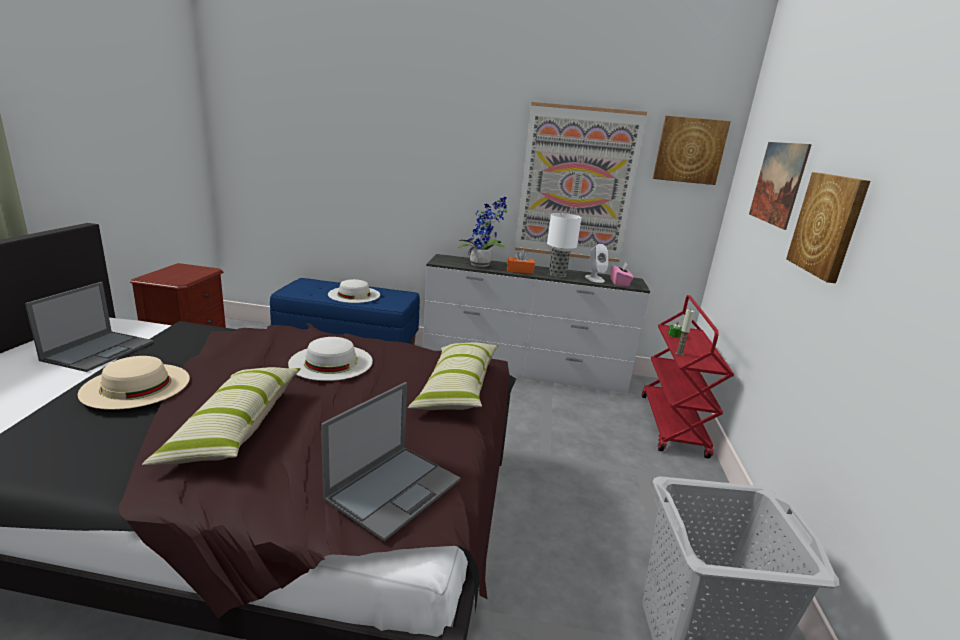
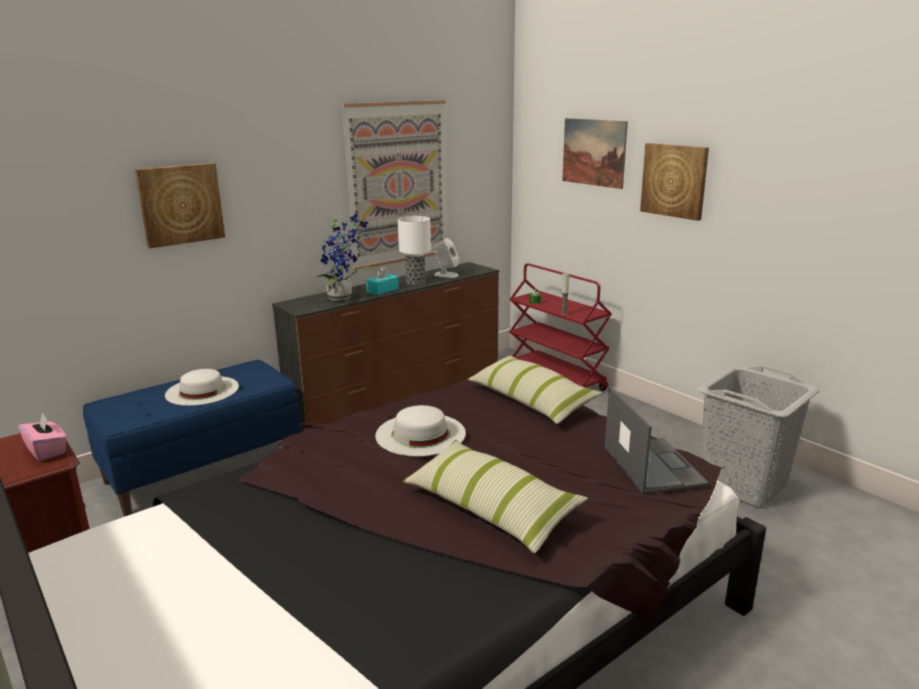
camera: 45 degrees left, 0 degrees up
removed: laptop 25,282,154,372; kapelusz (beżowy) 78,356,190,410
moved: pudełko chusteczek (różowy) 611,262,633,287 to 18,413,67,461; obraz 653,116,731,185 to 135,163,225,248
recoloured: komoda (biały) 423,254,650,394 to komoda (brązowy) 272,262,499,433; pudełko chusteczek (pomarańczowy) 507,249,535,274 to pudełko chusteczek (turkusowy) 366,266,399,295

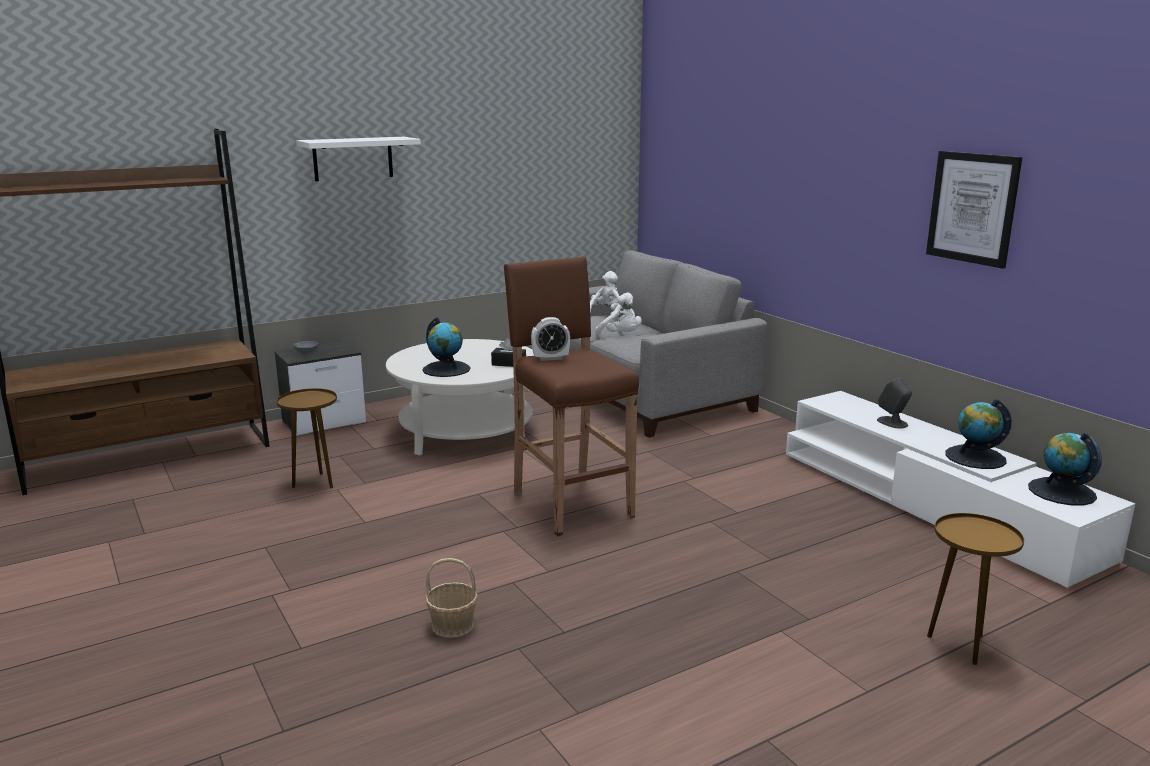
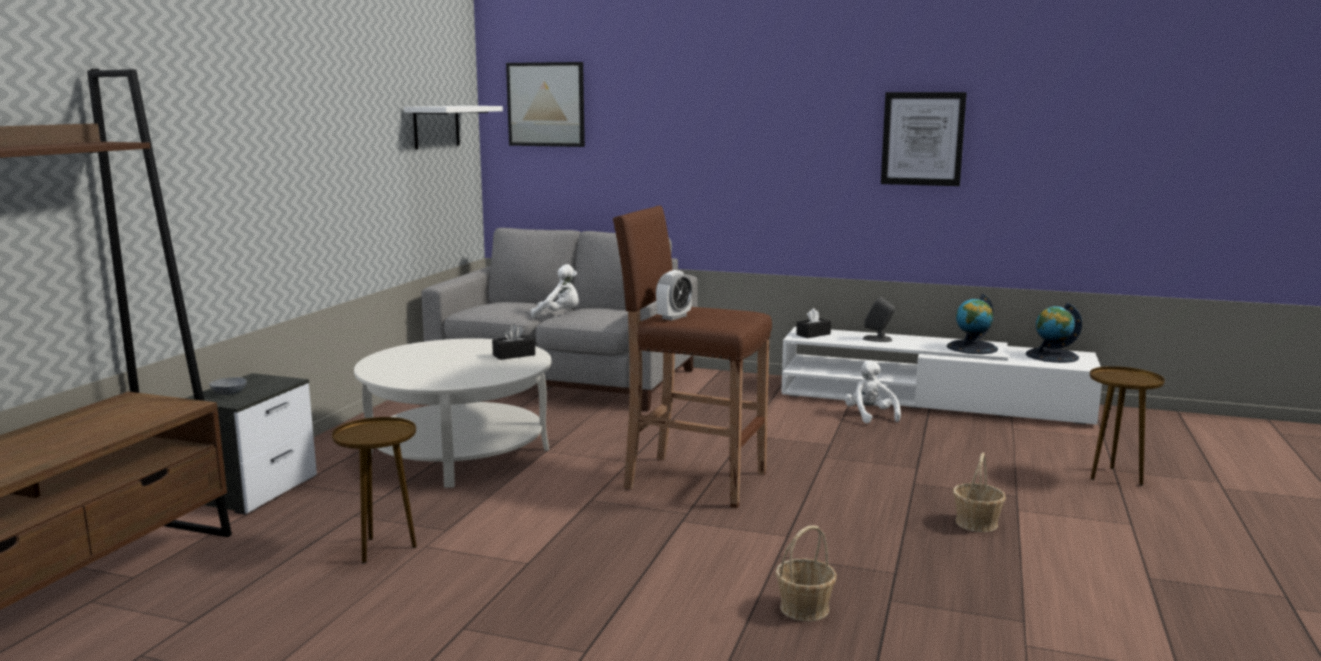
camera: 40 degrees left, 5 degrees down
removed: globus 423,317,470,377
added: obraz 506,62,585,147; pudełko chusteczek (czarny) 796,308,831,338; koszyk 953,453,1006,532
moved: półka (biały) 296,137,421,181 to 404,106,503,149; pluszak (biały) 590,271,621,320 to 844,360,901,424

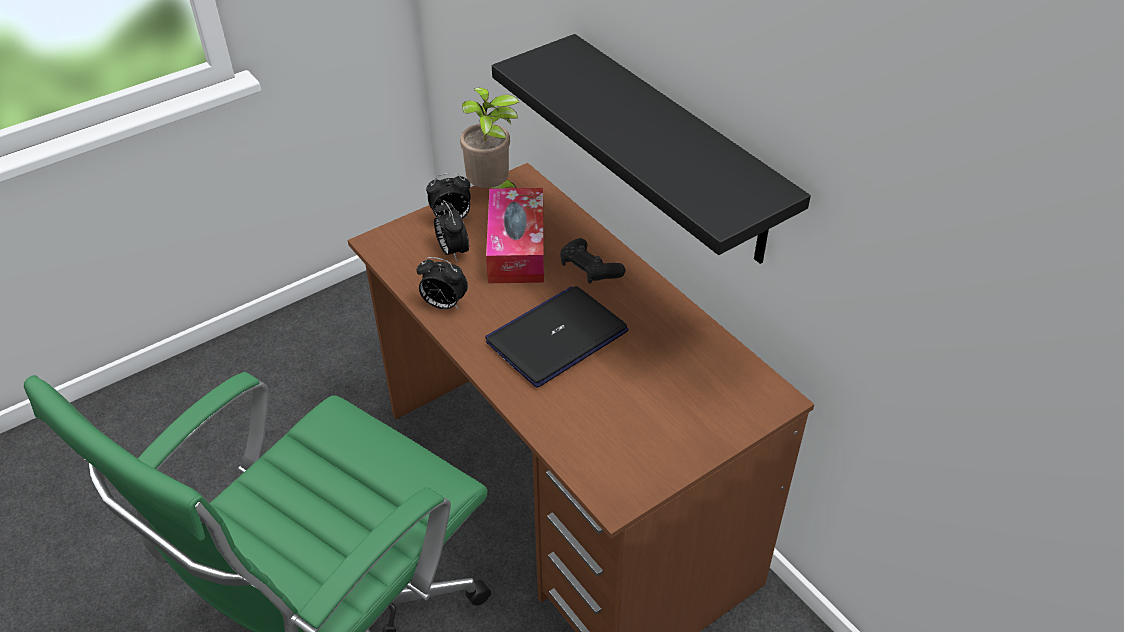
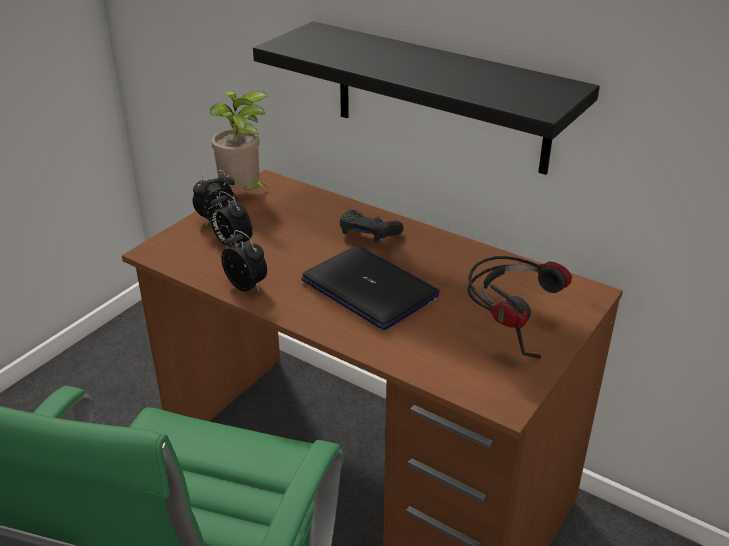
camera: 20 degrees left, 10 degrees down
removed: pudełko chusteczek 486,188,544,283
added: słuchawki 467,256,572,359
turned: budzik 417,257,468,310 = 221,230,267,292 135 degrees counterclockwise; laptop 485,286,628,388 = 301,246,440,330 105 degrees clockwise

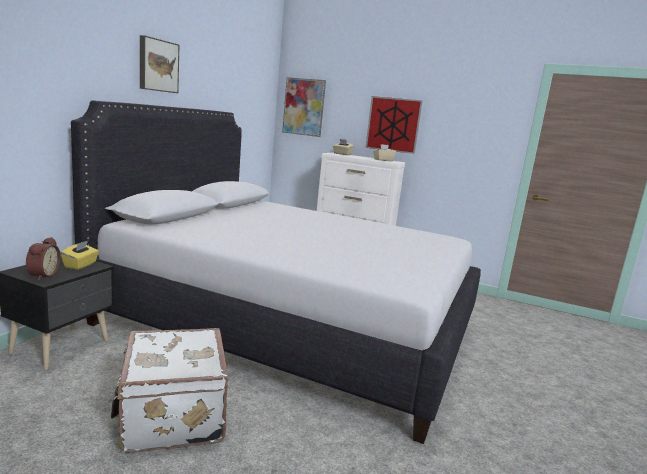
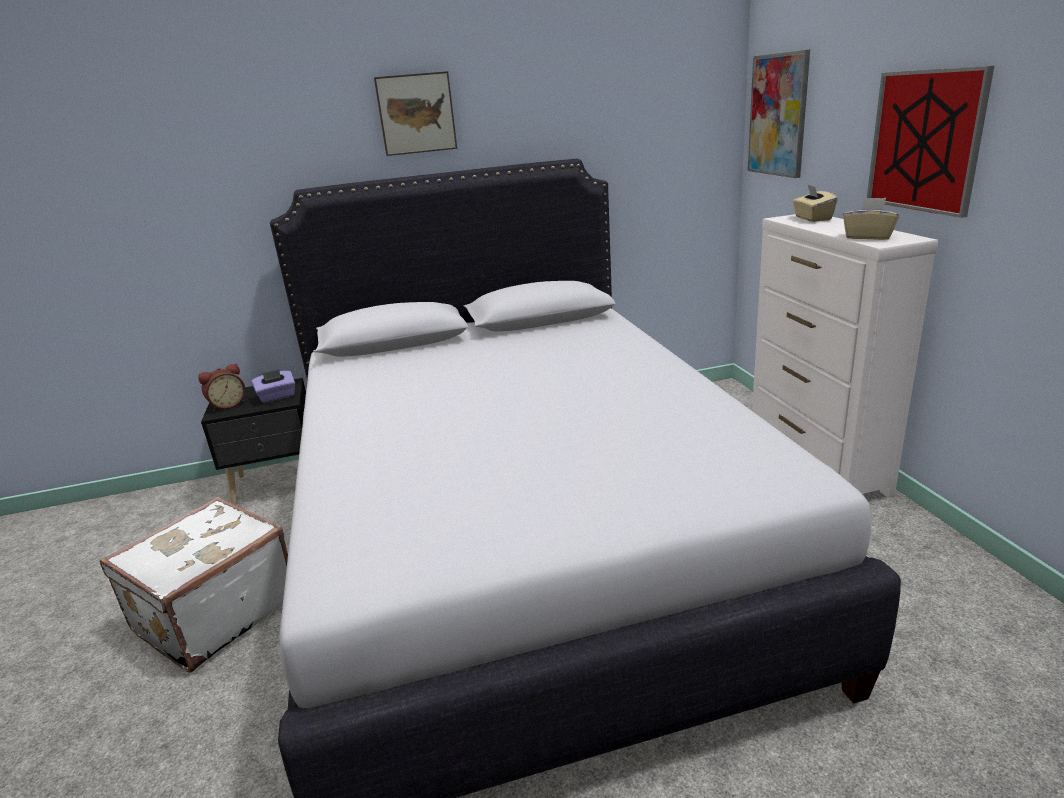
camera: 55 degrees right, 10 degrees up
recoloured: pudełko chusteczek (żółty) 60,241,99,270 to pudełko chusteczek (fioletowy) 251,369,295,403

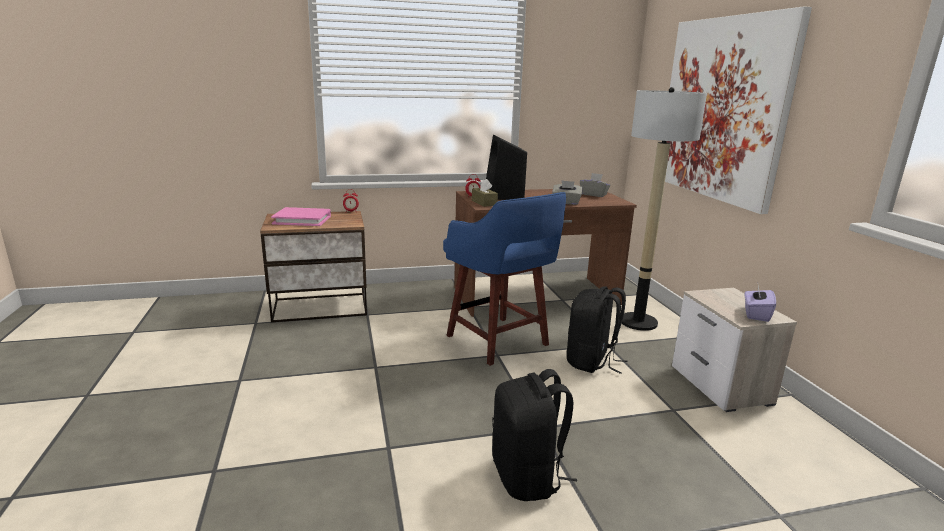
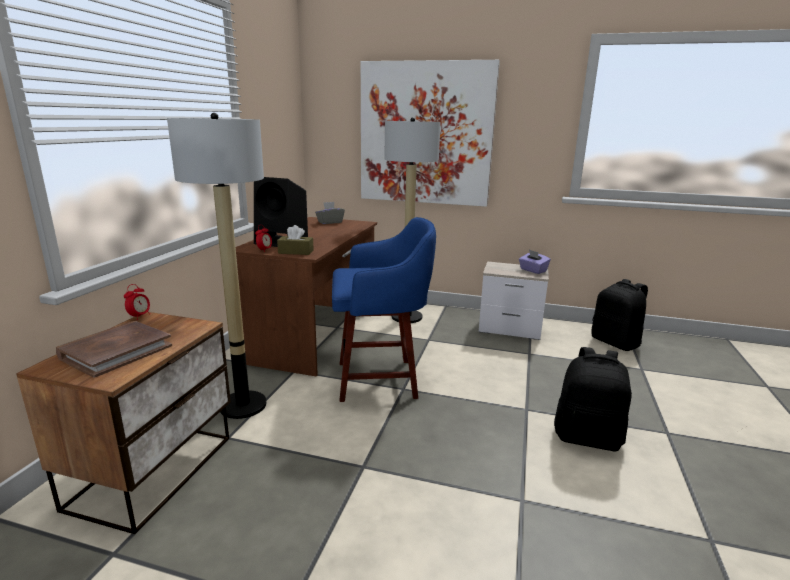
camera: 60 degrees left, 0 degrees up
removed: pudełko chusteczek (szary) 552,180,583,205
added: lampa stojąca 167,113,266,419
moved: plecak (czarny) 567,287,627,374 to 591,279,648,351
recoloured: książka (różowy) 271,207,331,226 to książka (brązowy) 56,321,172,378

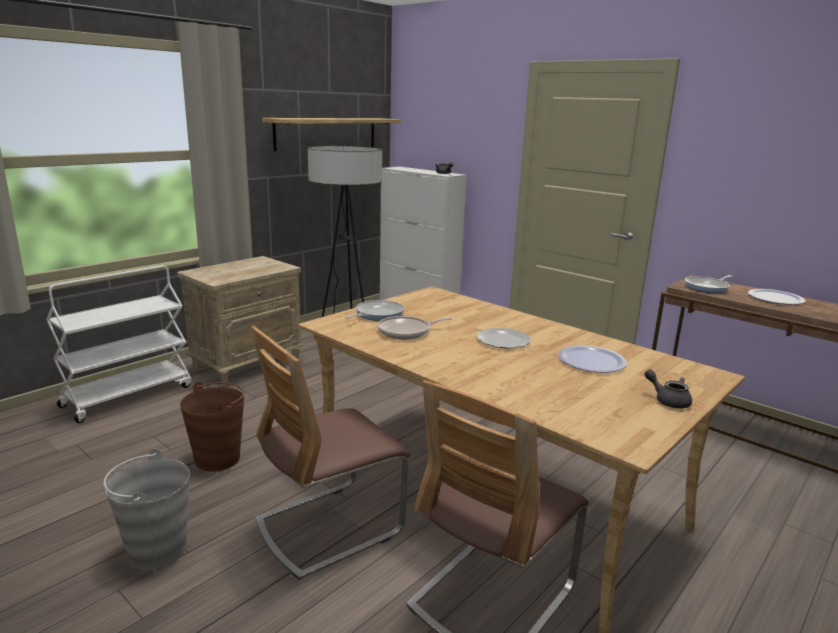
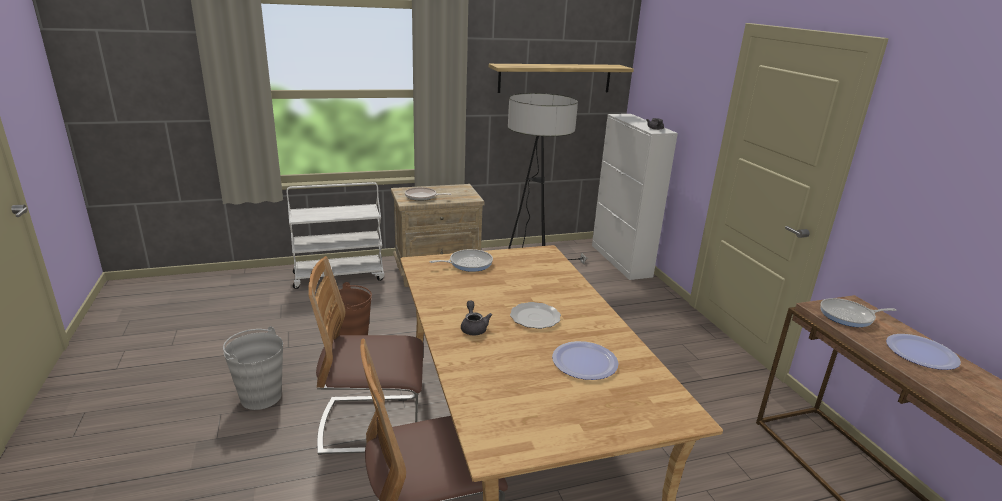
camera: 30 degrees right, 5 degrees up
moved: patelnia 377,316,452,339 to 405,187,452,201; imbryk (szary) 645,369,692,408 to 461,300,492,335

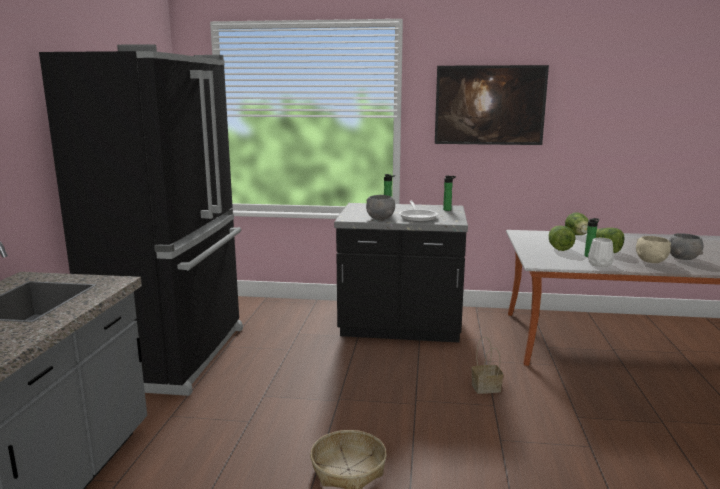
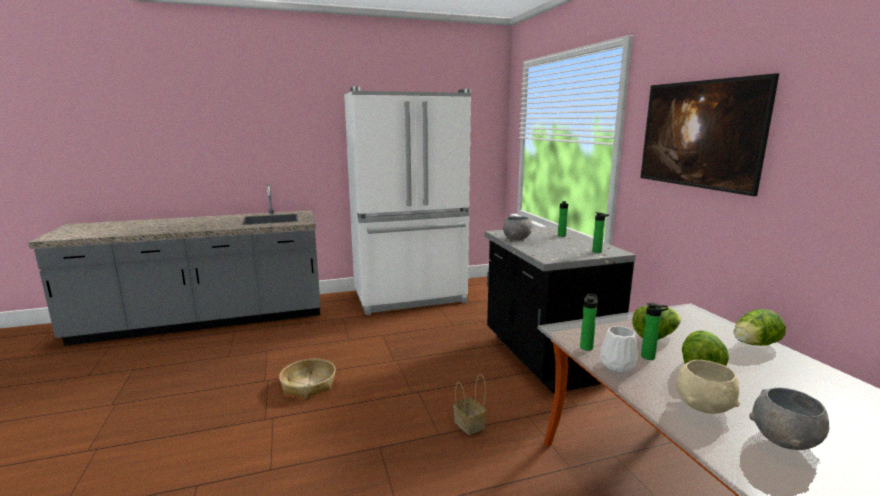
camera: 65 degrees right, 0 degrees up
removed: patelnia 399,201,438,222
added: butelka 580,294,598,351
recoloured: lodówka (czarny) 39,44,243,396 to lodówka (biały) 344,86,471,315

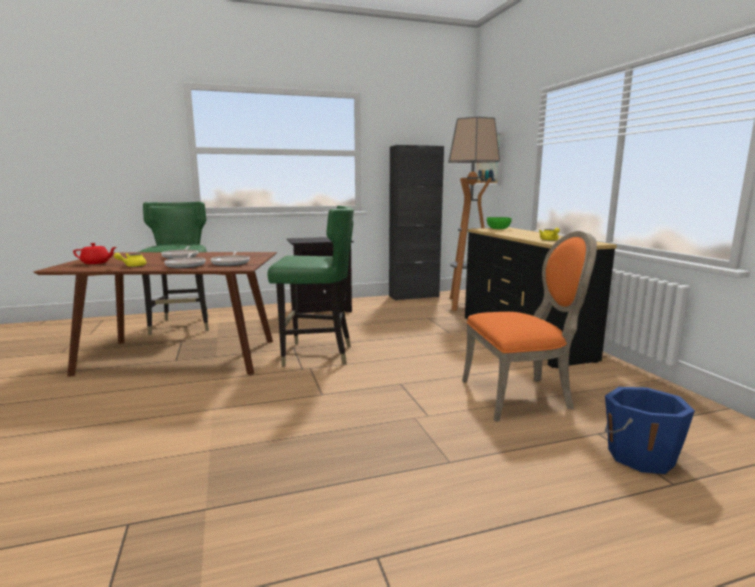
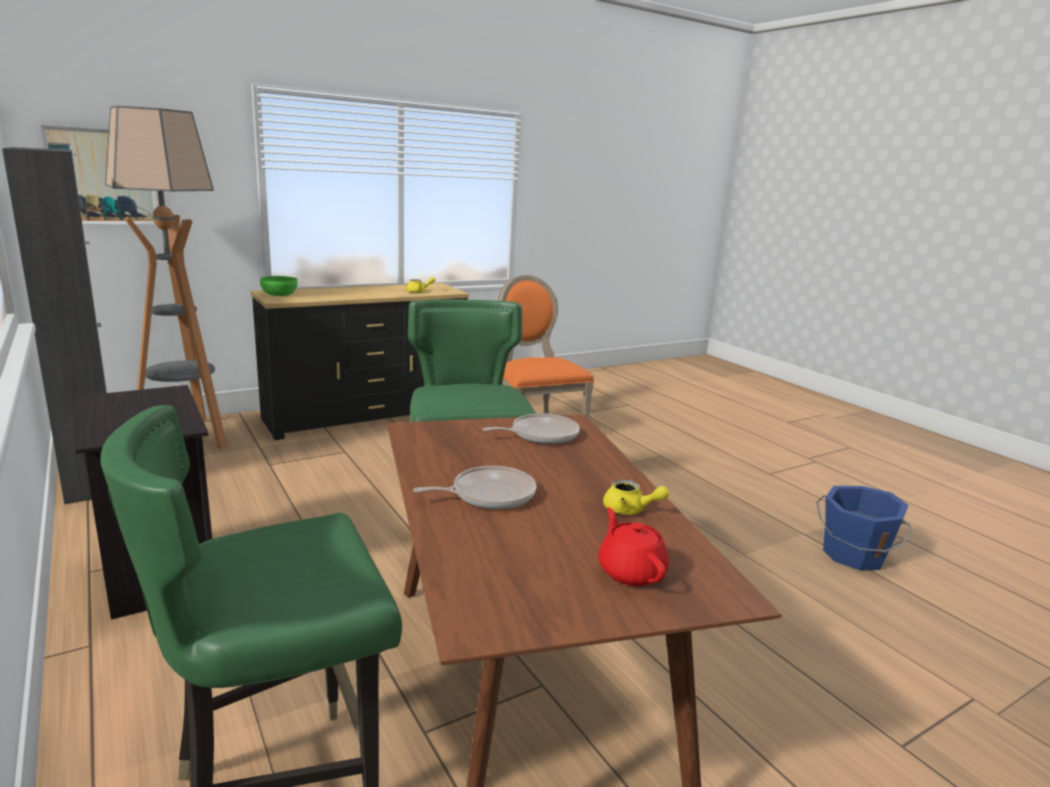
camera: 105 degrees left, 5 degrees up
removed: patelnia 164,253,206,269
moved: wiadro (niebieski) 605,387,695,474 to 816,486,912,570

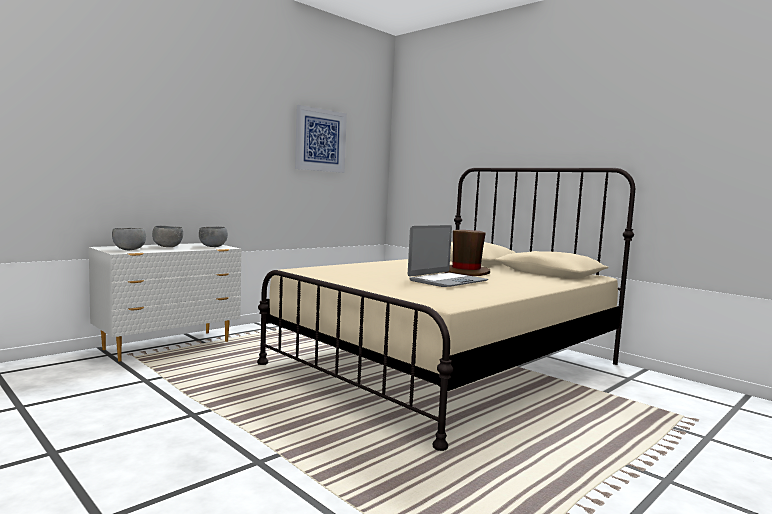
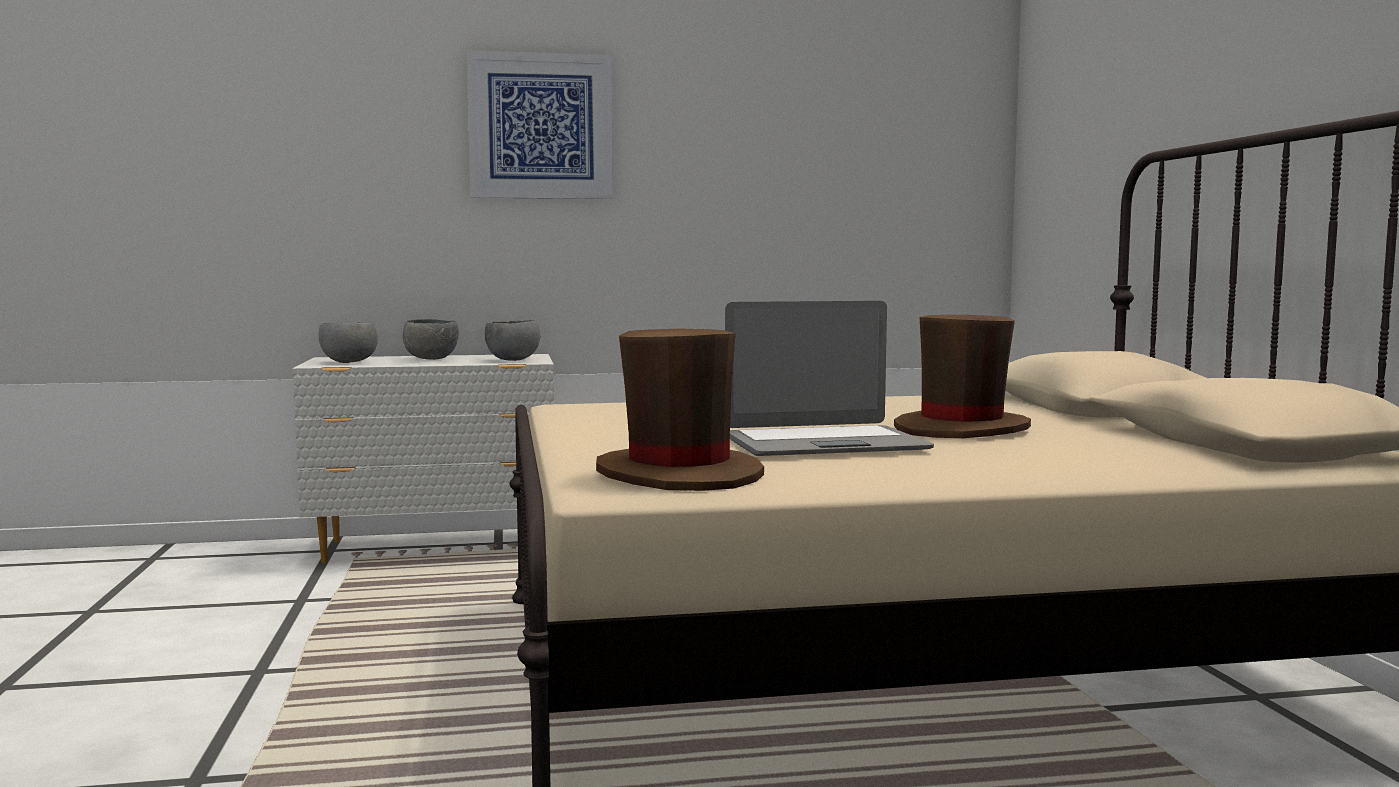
camera: 35 degrees right, 0 degrees up
added: kapelusz (brązowy) 596,328,764,491
moved: obraz 295,105,347,173 to 467,50,613,199

